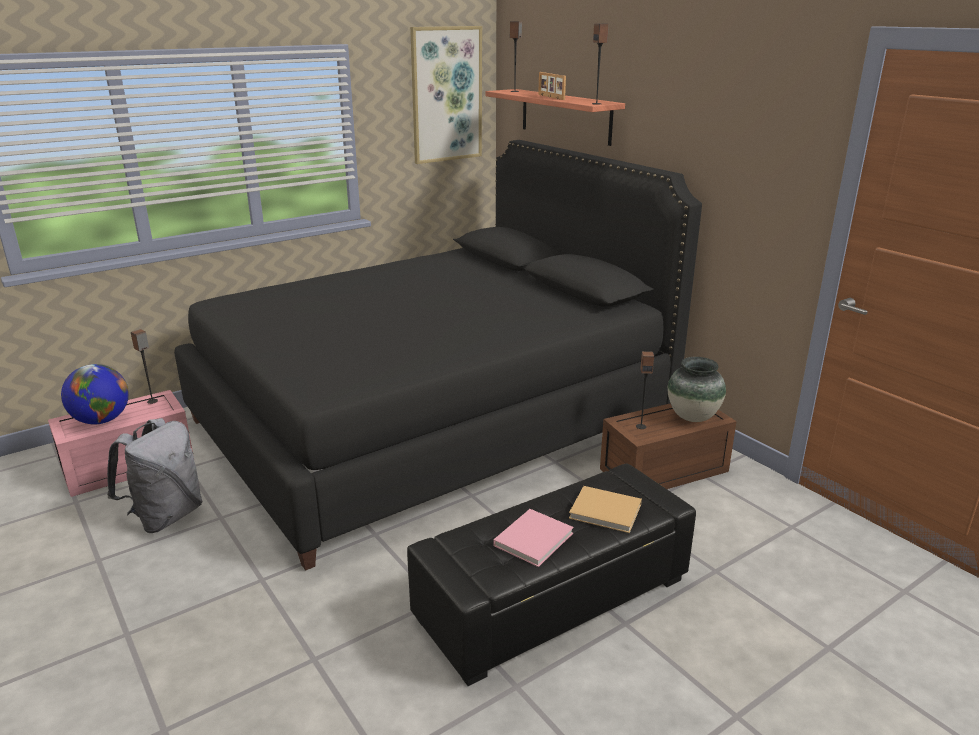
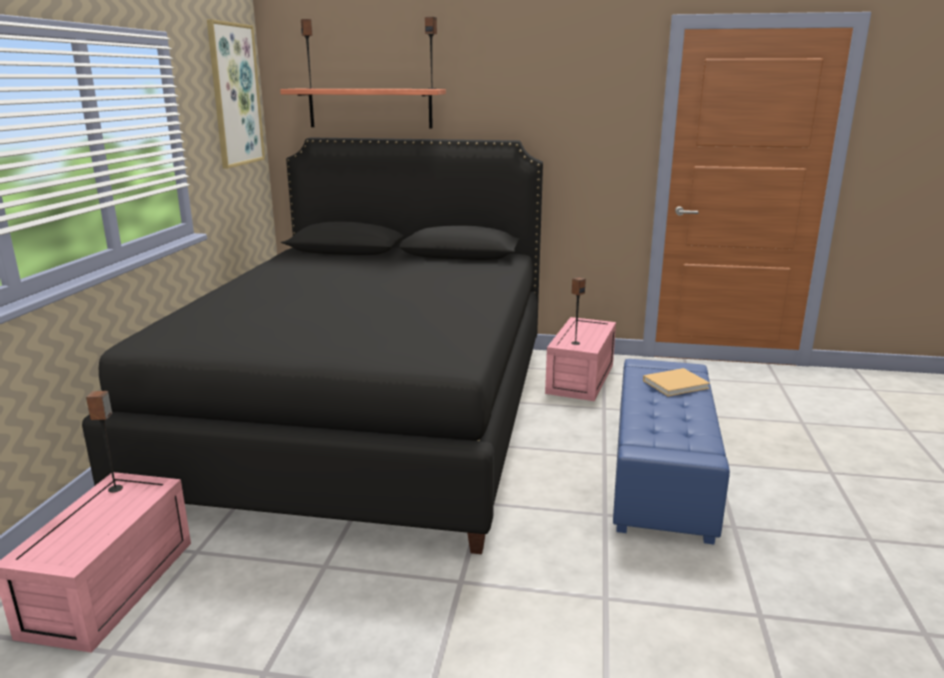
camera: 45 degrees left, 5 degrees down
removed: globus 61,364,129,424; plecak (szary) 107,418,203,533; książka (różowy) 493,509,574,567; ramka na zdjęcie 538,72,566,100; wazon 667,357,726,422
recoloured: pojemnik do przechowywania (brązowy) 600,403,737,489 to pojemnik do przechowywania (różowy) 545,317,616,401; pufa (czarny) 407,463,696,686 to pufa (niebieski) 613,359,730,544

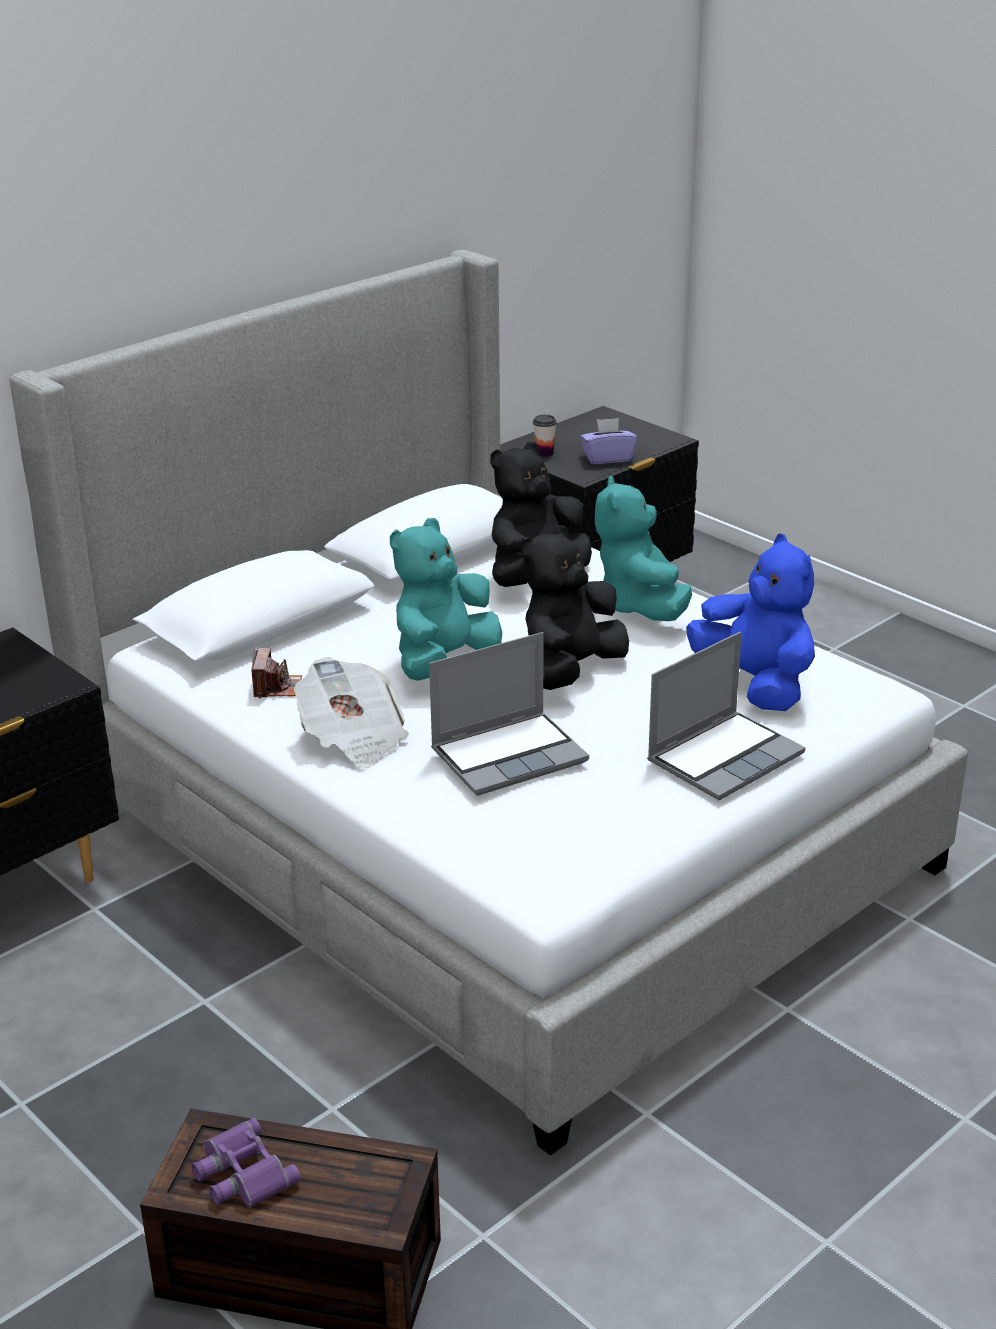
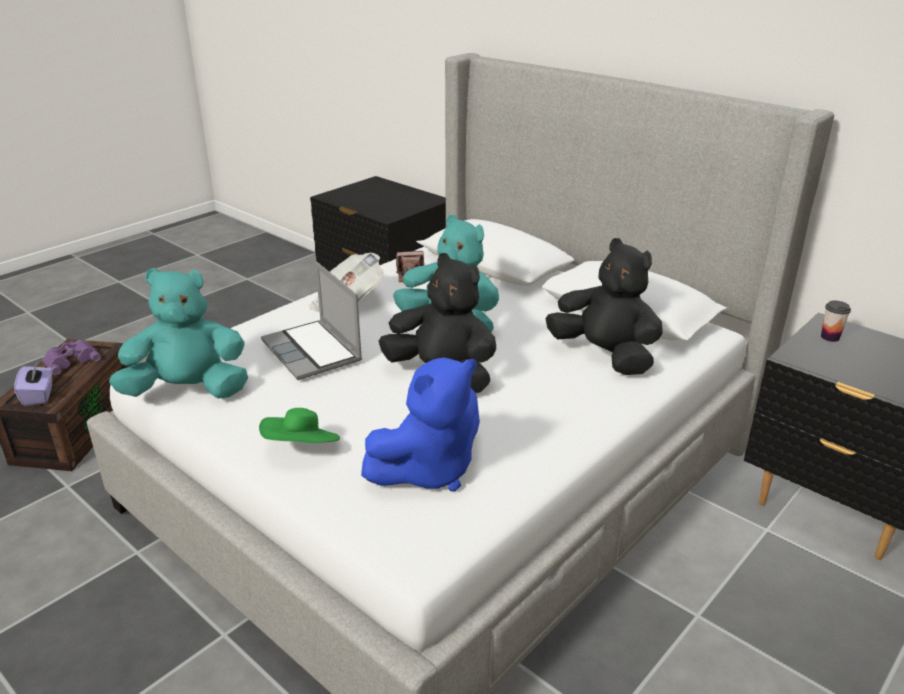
camera: 85 degrees right, 0 degrees up
moved: pudełko chusteczek (fioletowy) 580,418,638,464 to 14,363,52,406; pluszak (turkusowy) 595,476,692,621 to 109,268,248,398
replaced: laptop 647,632,805,801 to kapelusz (zielony) 259,408,340,443

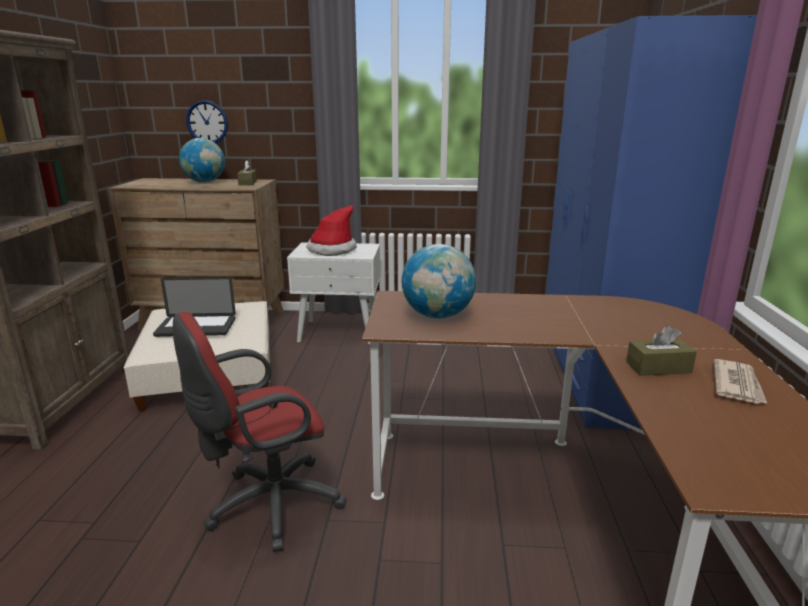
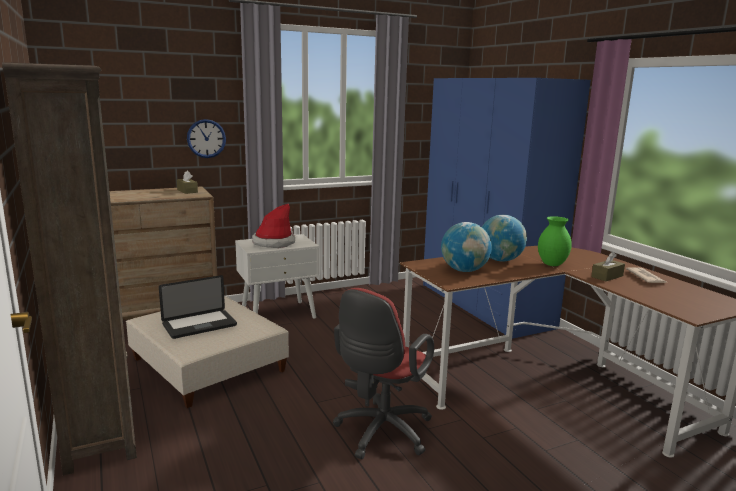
camera: 30 degrees left, 5 degrees down
added: wazon (zielony) 538,216,572,266
moved: zegar ścienny 186,100,228,143 to 187,119,226,158; globus 179,138,225,183 to 482,215,527,261

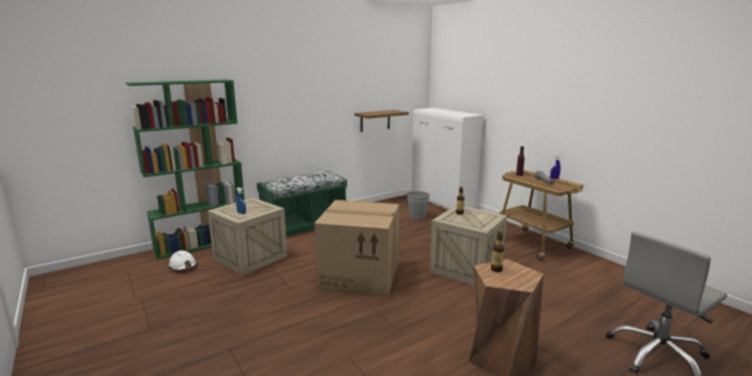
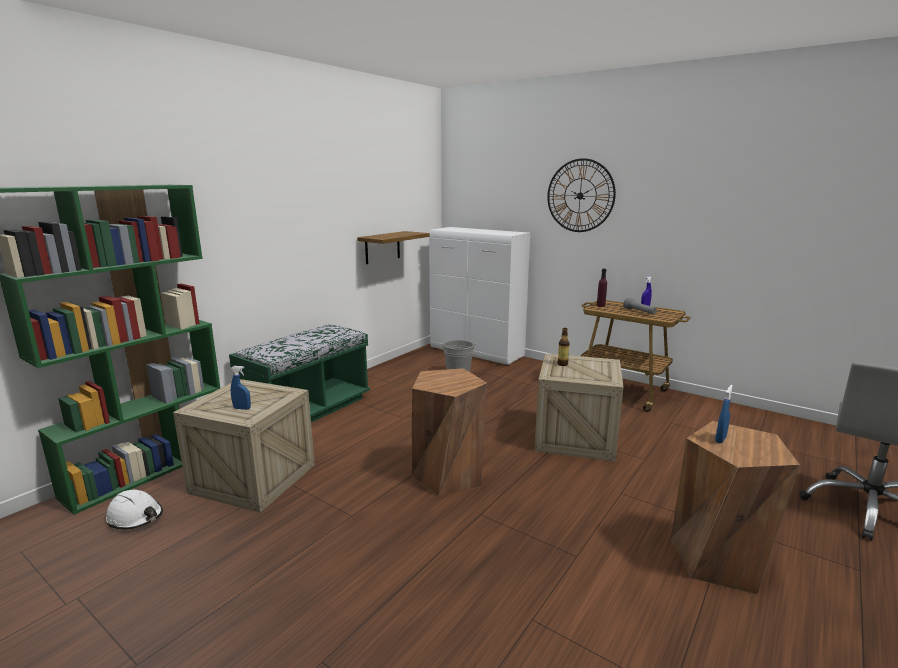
camera: 20 degrees left, 0 degrees up
added: zegar ścienny 547,158,616,232
replaced: karton 314,200,399,297 to stołek (brązowy) 412,368,487,496; butelka 491,232,504,272 to spryskiwacz (niebieski) 715,385,733,443

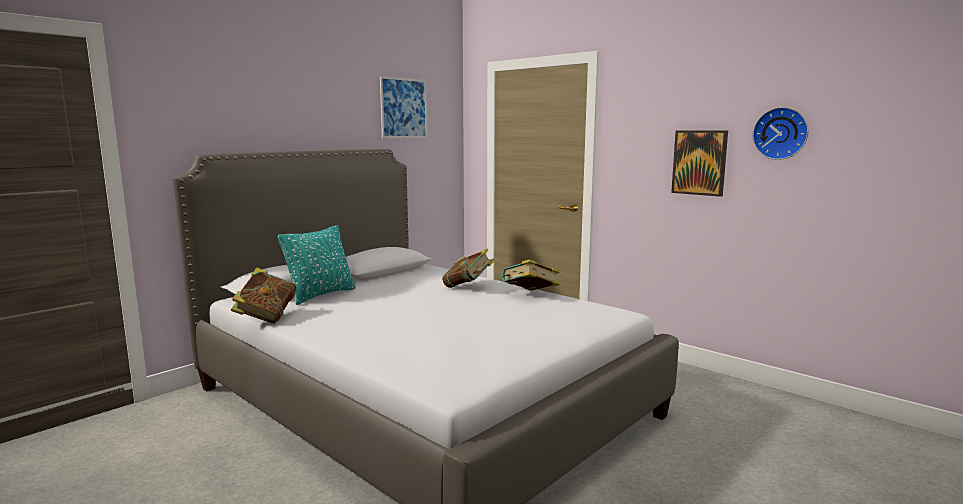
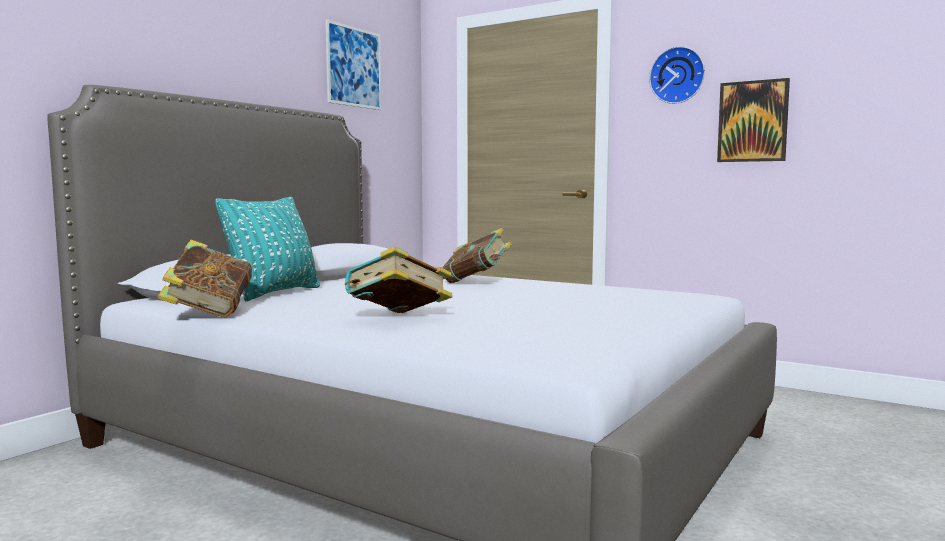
camera: 10 degrees left, 5 degrees down
moved: książka 502,259,560,291 to 344,246,452,313; zegar ścienny 752,107,808,160 to 649,46,705,104

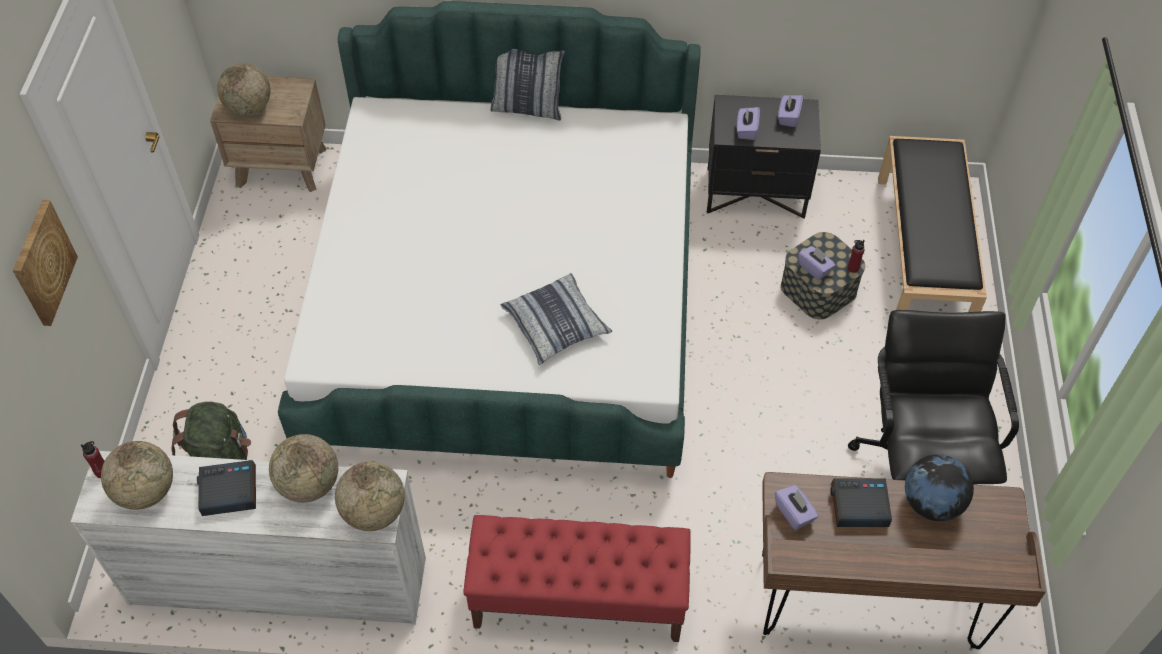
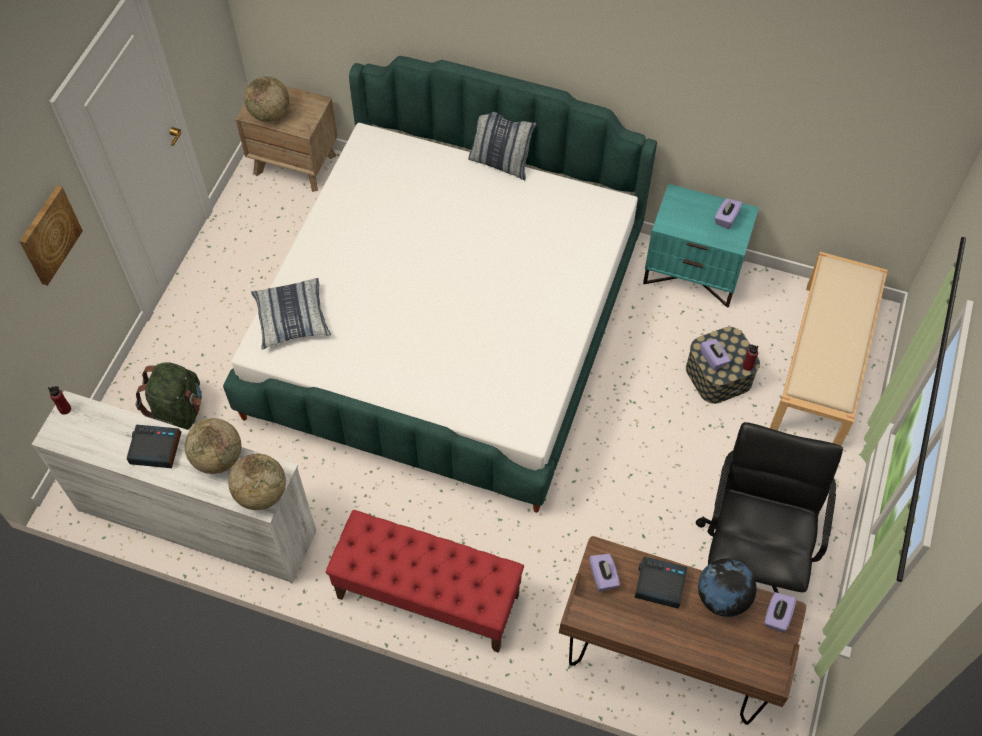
camera: 15 degrees right, 5 degrees up
removed: globus 101,441,173,510
moved: poduszka 500,273,612,365 to 251,278,331,349; pudełko chusteczek (fioletowy) 737,107,760,140 to 764,592,797,633
recoloured: szafka nocna (czarny) 707,95,821,219 to szafka nocna (turkusowy) 643,184,759,308; ławka (czarny) 878,136,987,312 to ławka (beżowy) 770,252,888,446

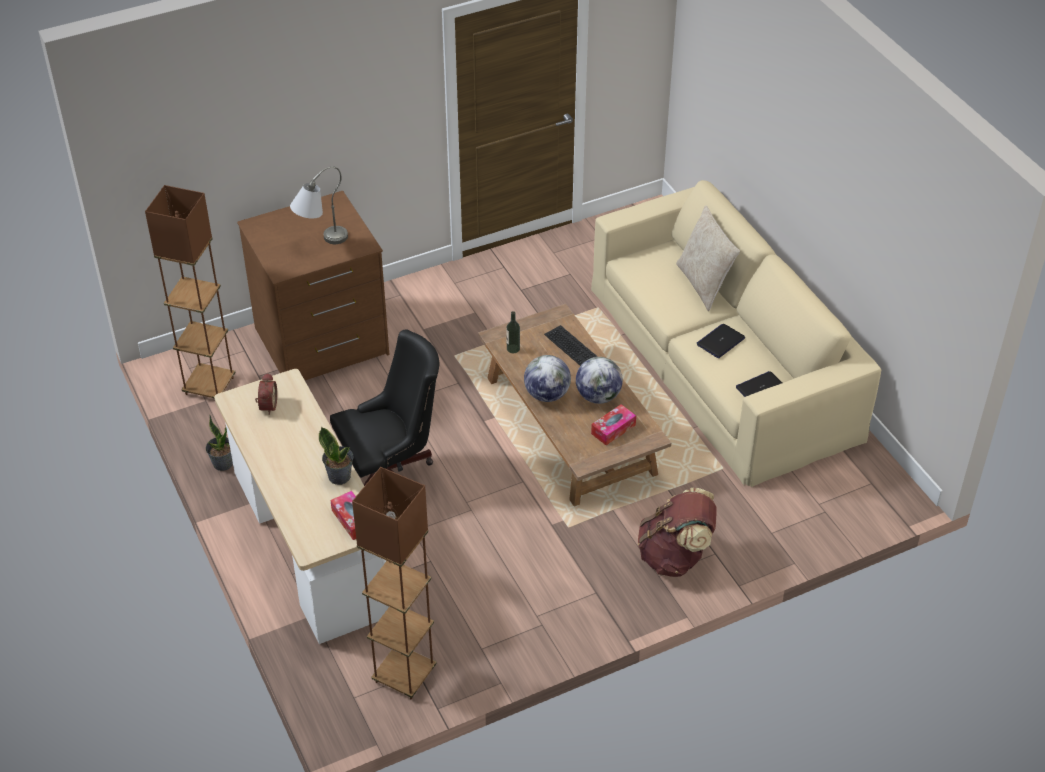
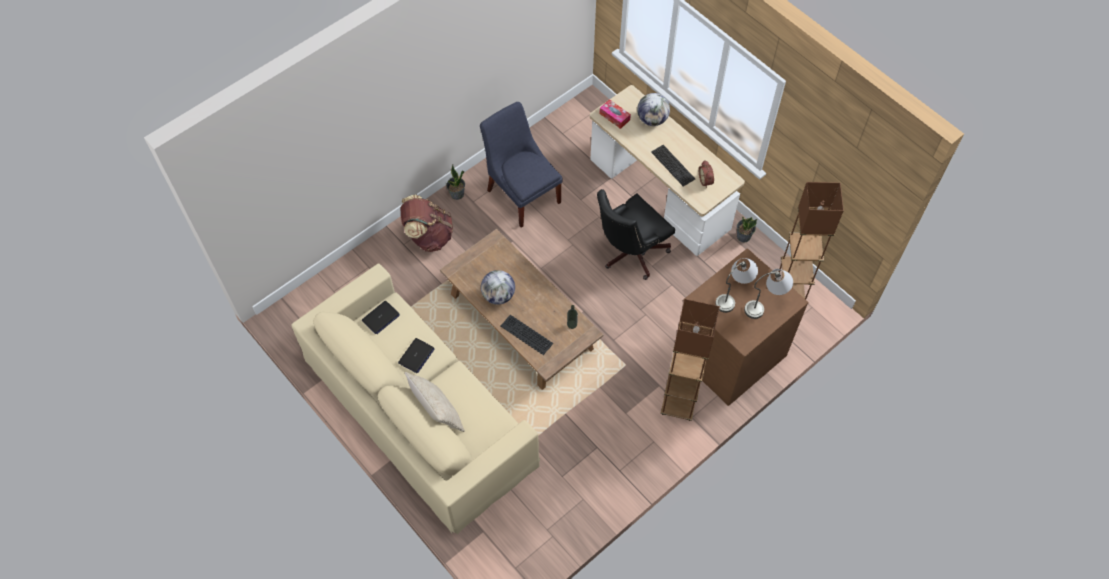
camera: 165 degrees right, 15 degrees up
removed: pudełko chusteczek 591,404,636,445
added: krzesło (niebieski) 480,102,562,228; klawiatura 651,145,695,187; lampa stołowa (szary) 744,269,793,319
moved: roślina doniczkowa 319,427,353,485 to 447,164,465,200; globus 524,355,571,402 to 637,93,670,126; lampa stojąca (brązowy) 352,467,437,699 to 660,299,720,421

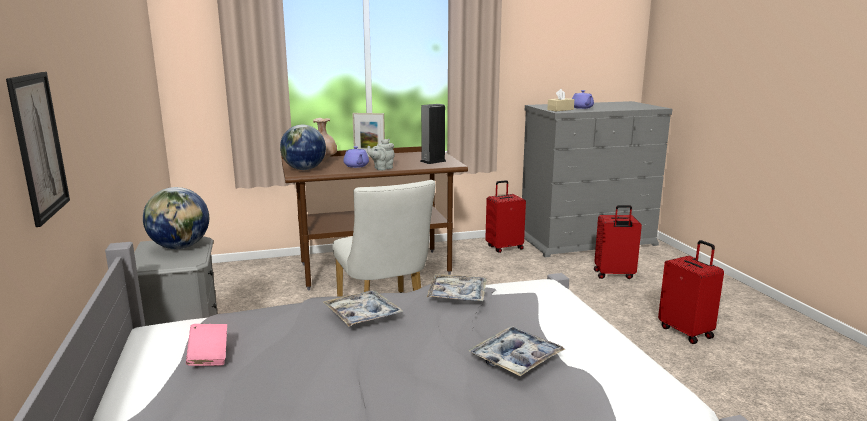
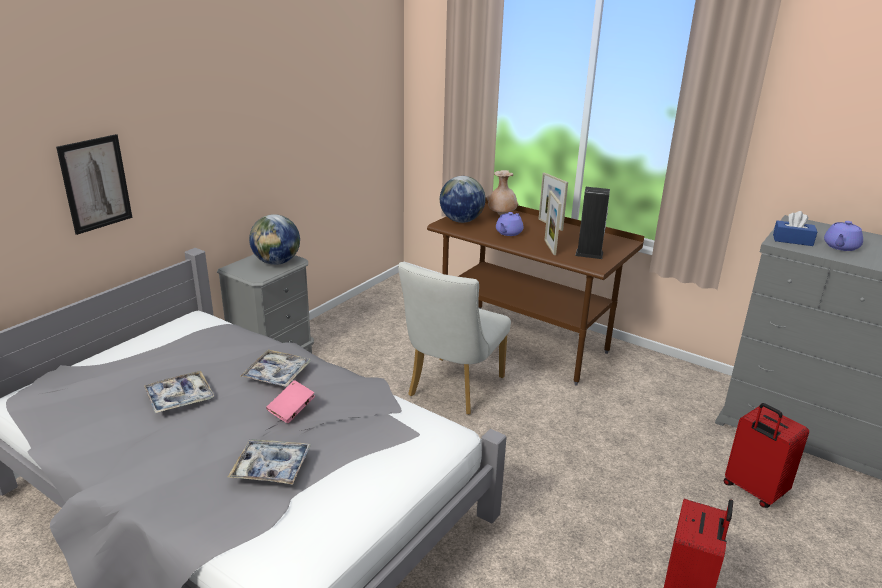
camera: 50 degrees right, 10 degrees up
removed: imbryk (szary) 367,139,394,170; walizka (czerwony) 485,180,526,253
added: ramka na zdjęcie 544,191,561,255
moved: taca 426,274,487,301 to 144,371,214,413; książka (różowy) 186,324,227,366 to 266,380,315,423
recoloured: pudełko chusteczek (beżowy) 547,89,574,111 to pudełko chusteczek (niebieski) 773,211,817,246

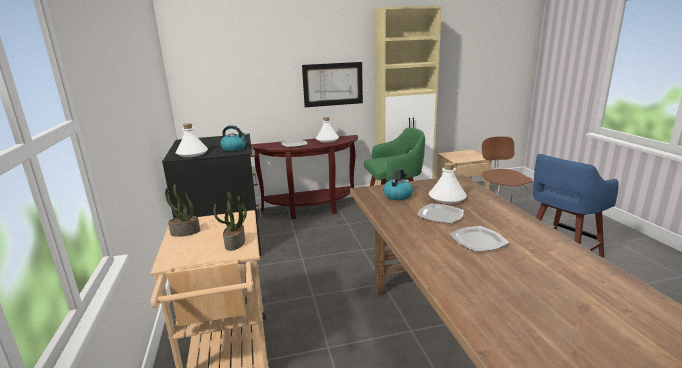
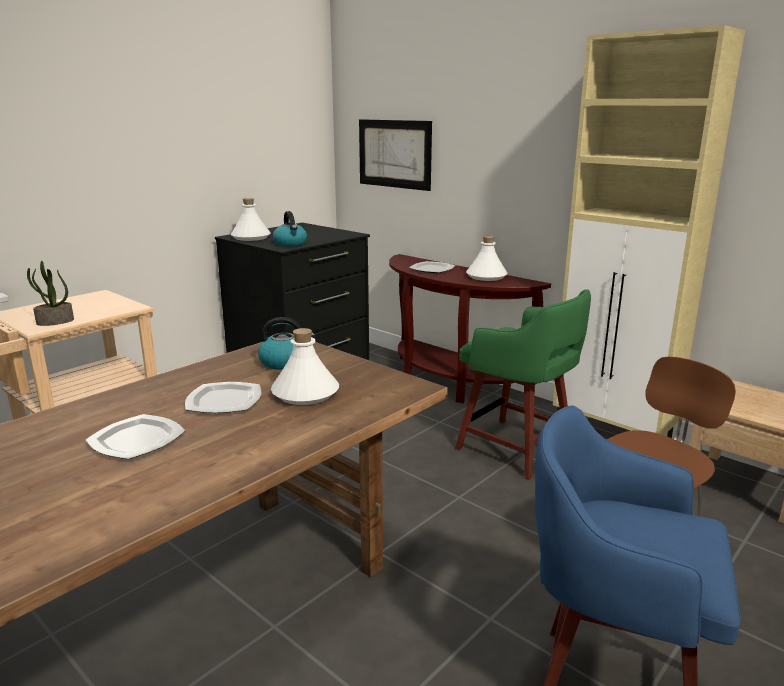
camera: 55 degrees right, 0 degrees up
removed: roślina doniczkowa 165,184,200,237
moved: obraz 302,62,363,107 to 359,119,432,191

